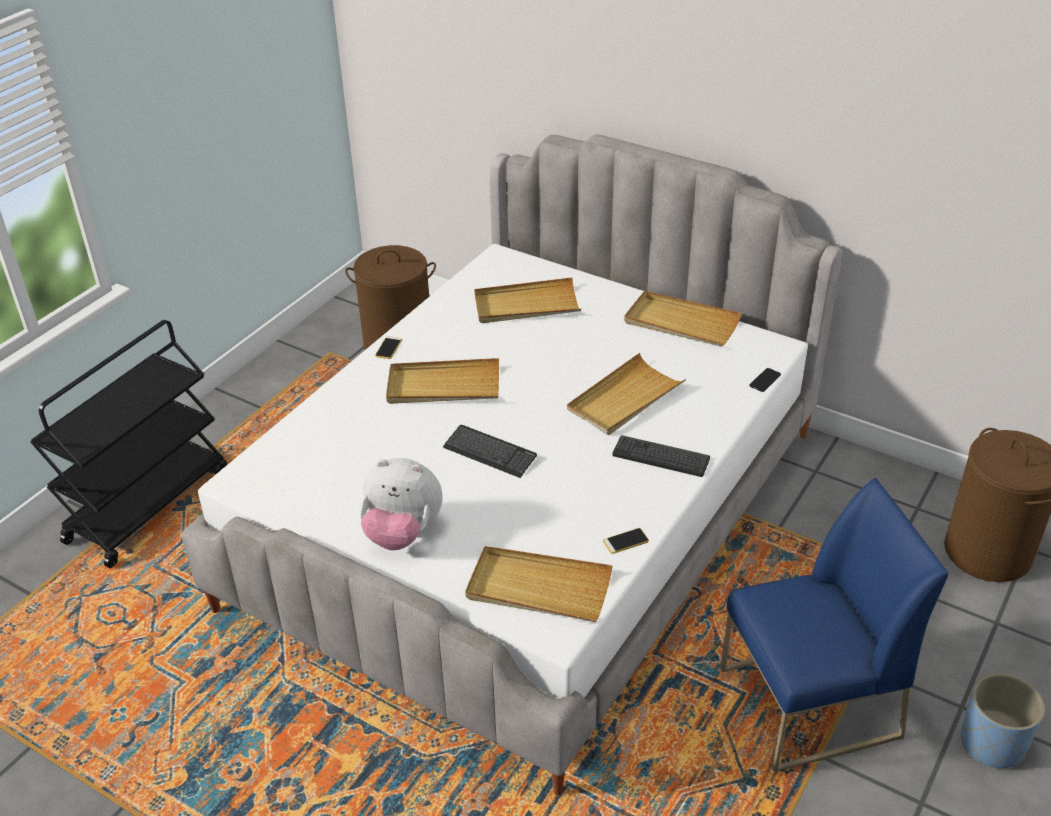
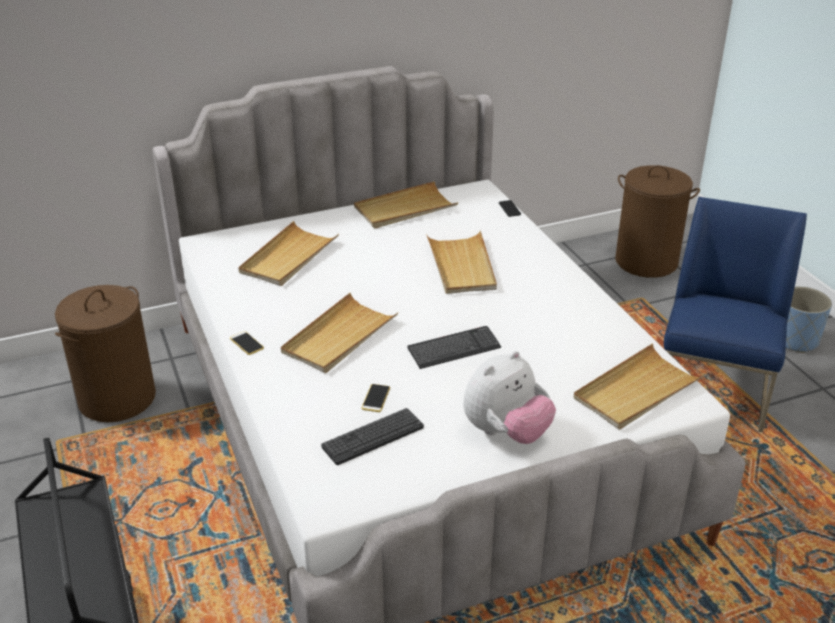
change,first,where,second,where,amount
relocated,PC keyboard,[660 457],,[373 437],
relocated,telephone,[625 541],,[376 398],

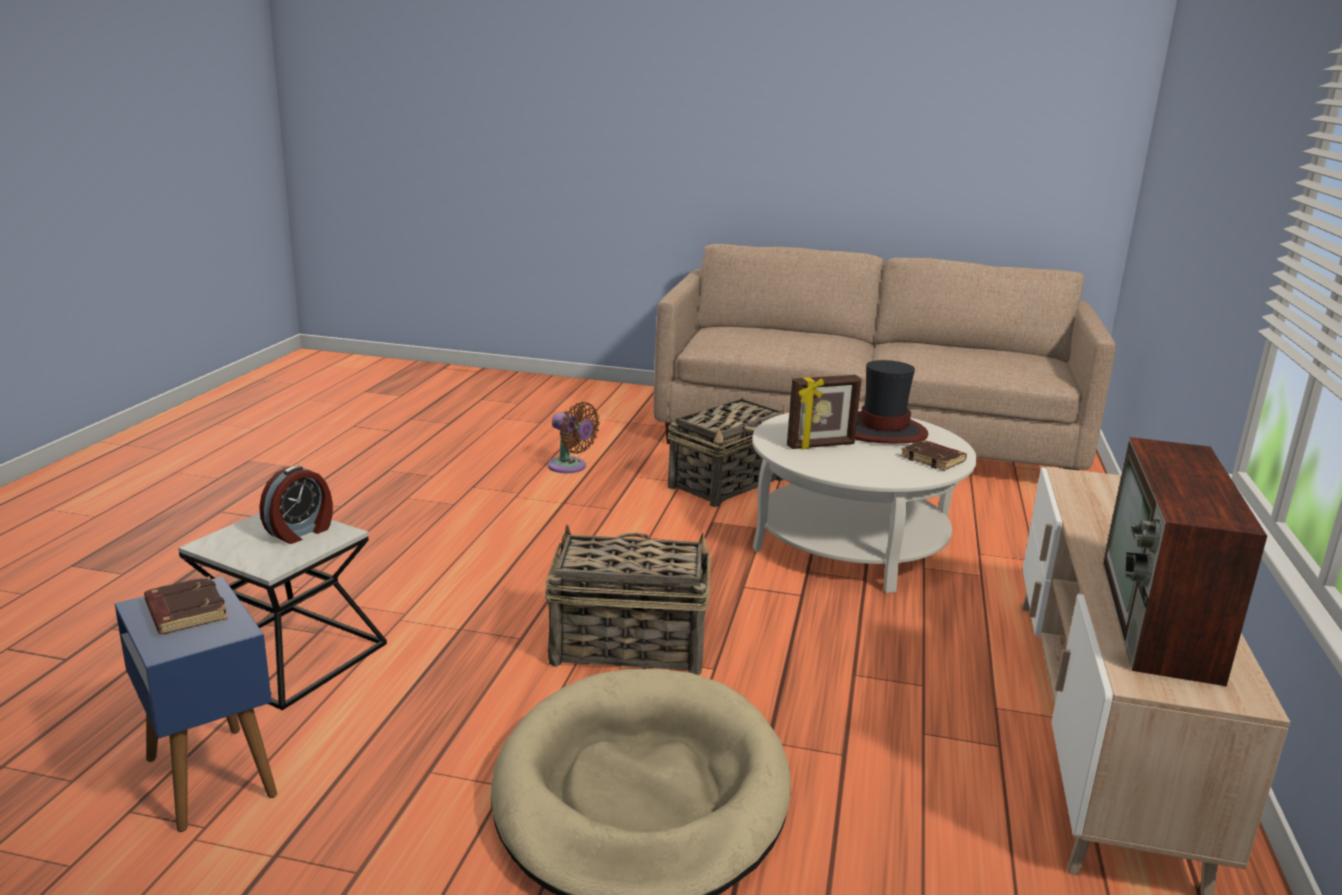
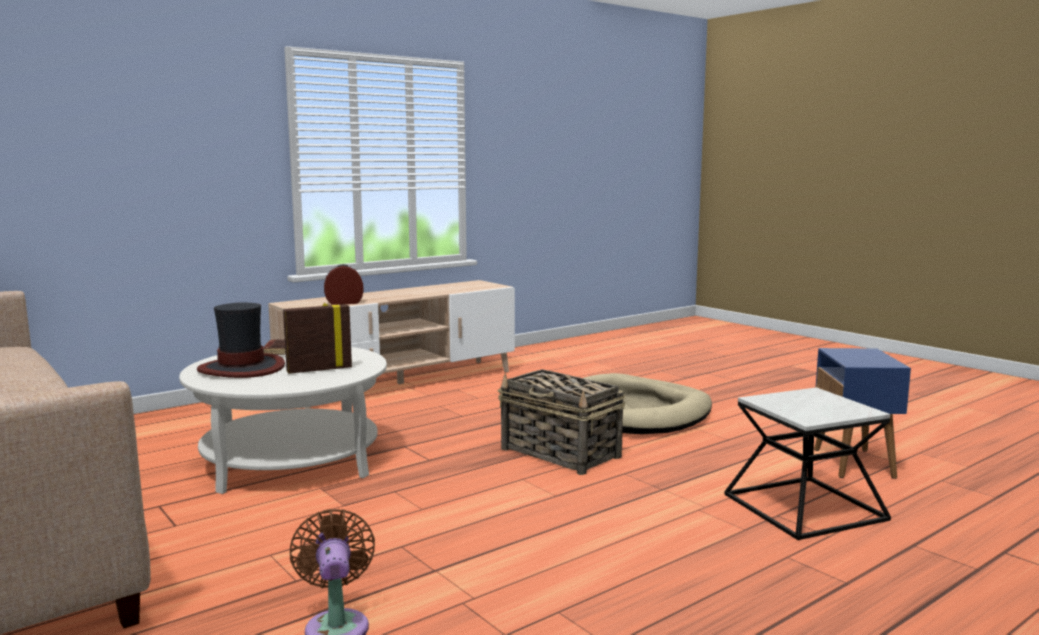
change,first,where,second,where,amount
spun,picture frame,[821 446],,[319 370],45 degrees counterclockwise
missing,household basket,[727 483],,,
missing,television,[1160 620],,,
relocated,bedside clock,[300 532],,[344 302],
missing,brown-coloured book,[185 612],,,

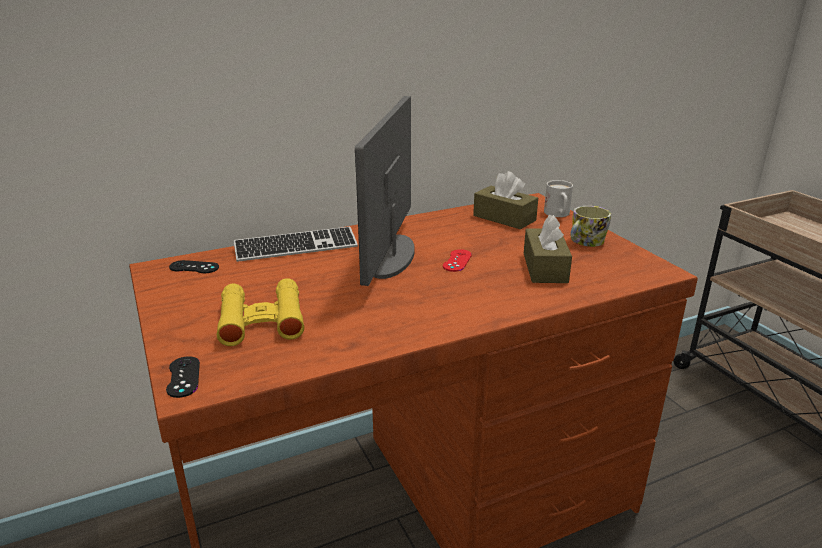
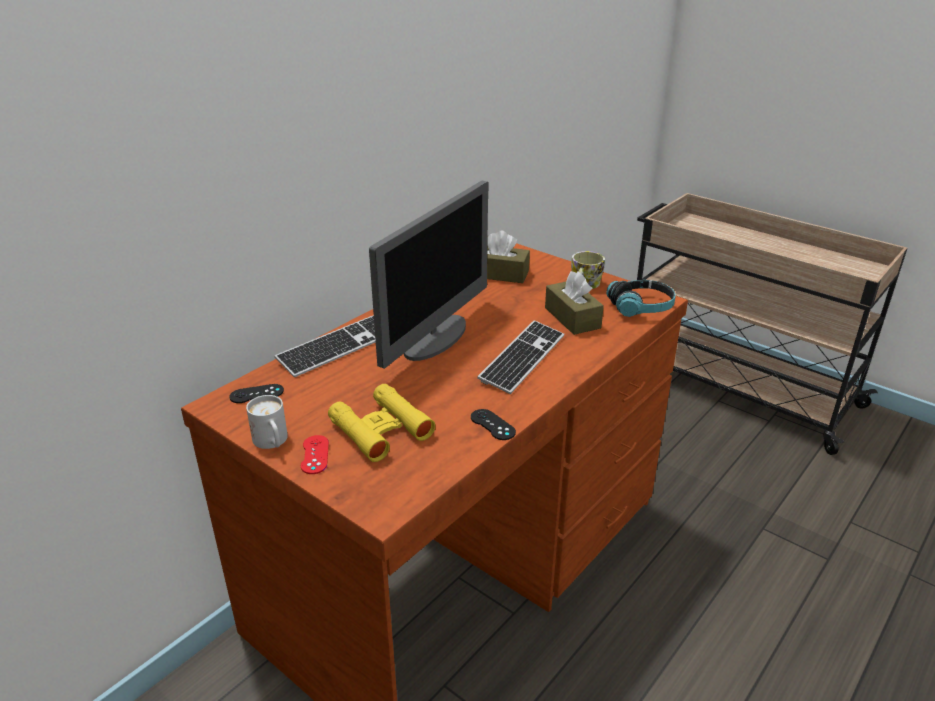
change,first,where,second,where,amount
spun,computer display,[390 257],,[436 338],135 degrees counterclockwise
relocated,white tea mug,[558 215],,[272 442],
relocated,red-coloured game controller,[457 261],,[315 455],
relocated,black game controller,[183 377],,[492 425],
appeared,,,headset,[641 307],
appeared,,,PC keyboard,[522 358],

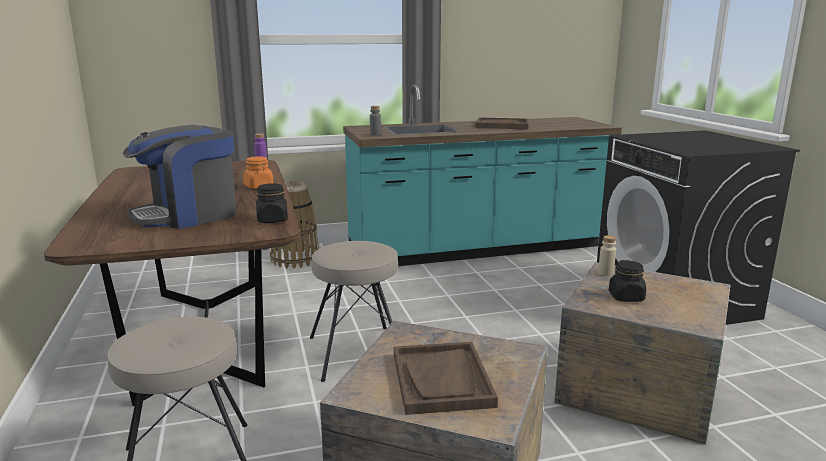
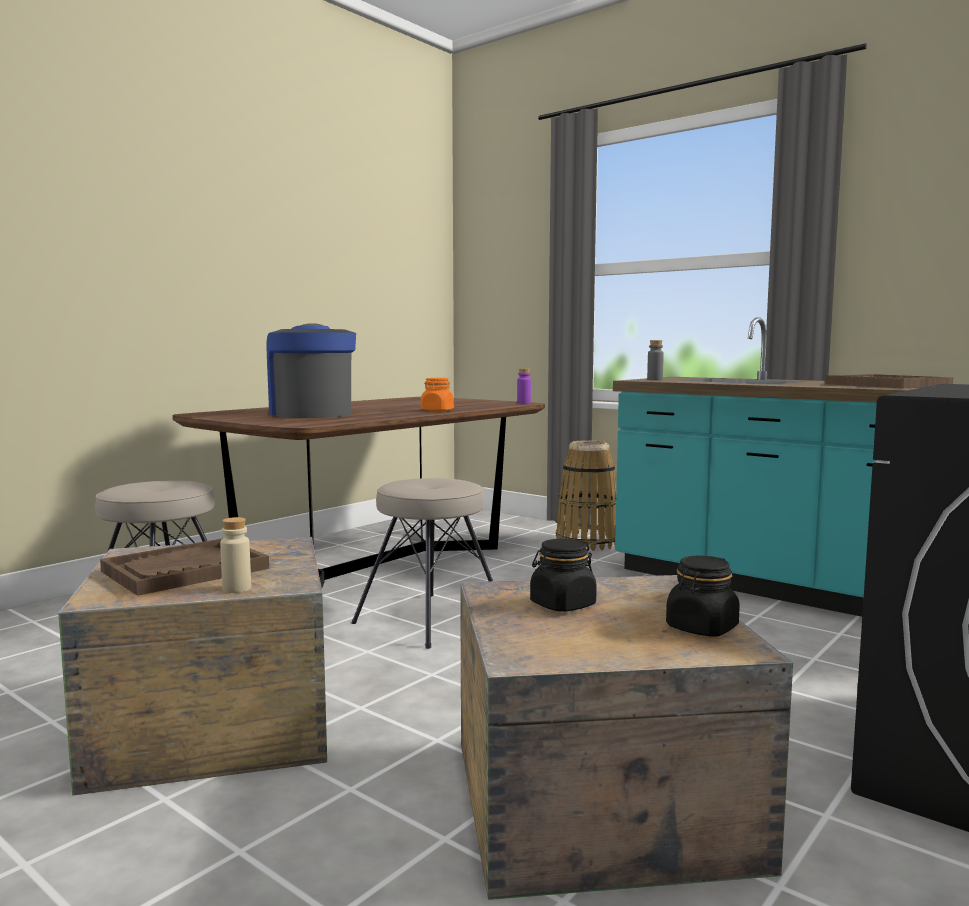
change,first,where,second,where,amount
spun,coffee maker,[188 216],,[311 414],45 degrees clockwise
relocated,black storage jar,[272 220],,[701 628],
relocated,beige-coloured beverage bottle,[605 273],,[236 589],

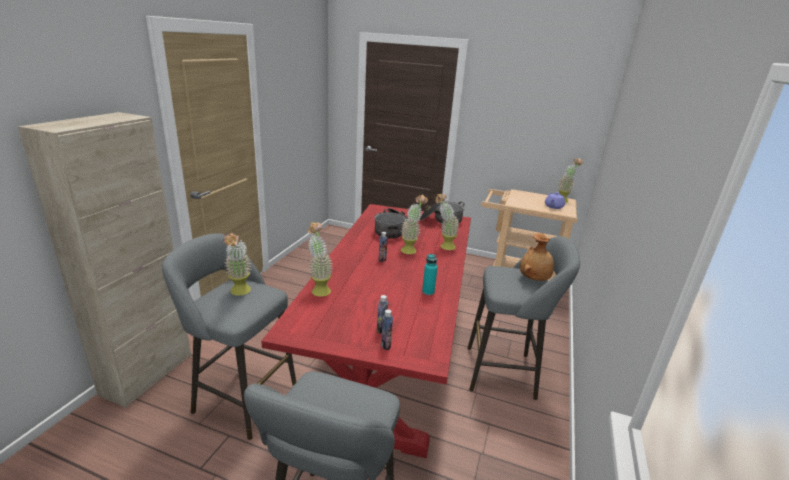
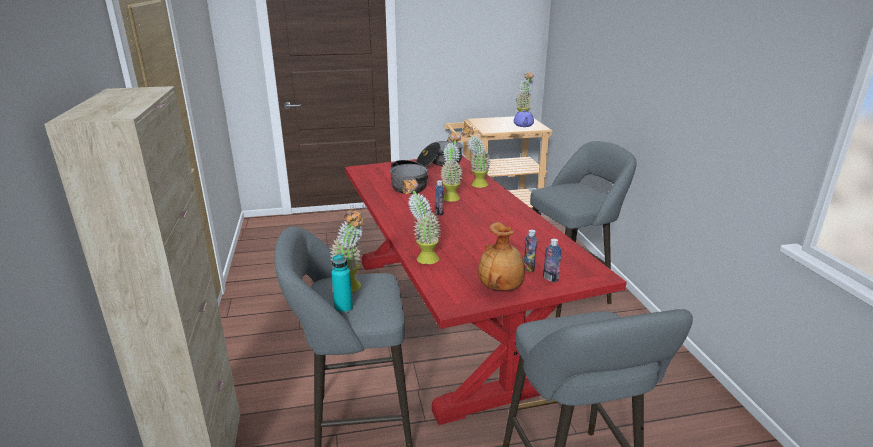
change,first,where,second,where,amount
relocated,brown-coloured flower vase,[534 279],,[501 288],
relocated,blue-green beverage bottle,[428 292],,[343 308],

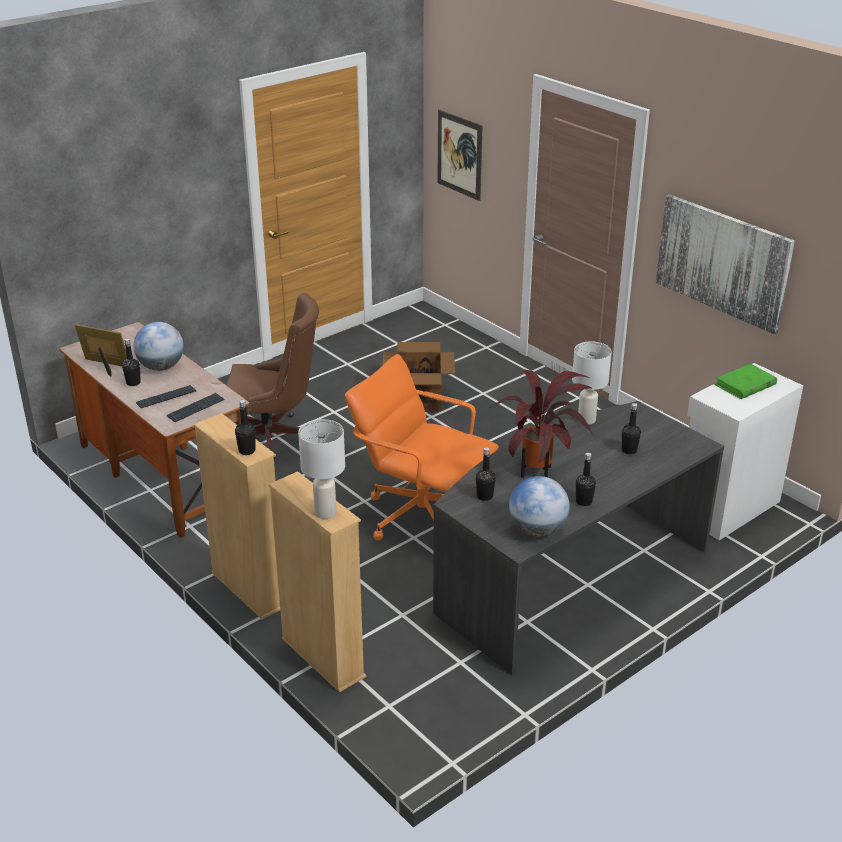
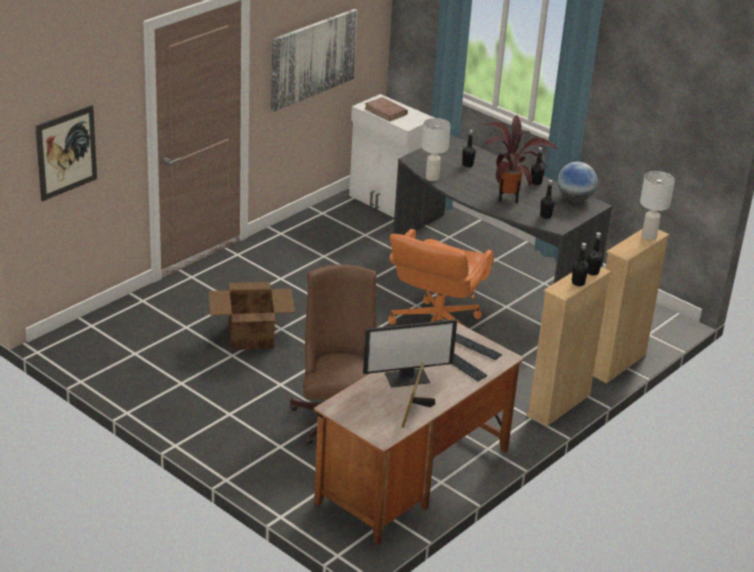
change,first,where,second,where,amount
exchanged,desk globe,[161 367],computer display,[407 377],
relocated,black beverage bottle,[133 383],,[578 283],
colour,green book,[745 385],brown-coloured book,[386 111],

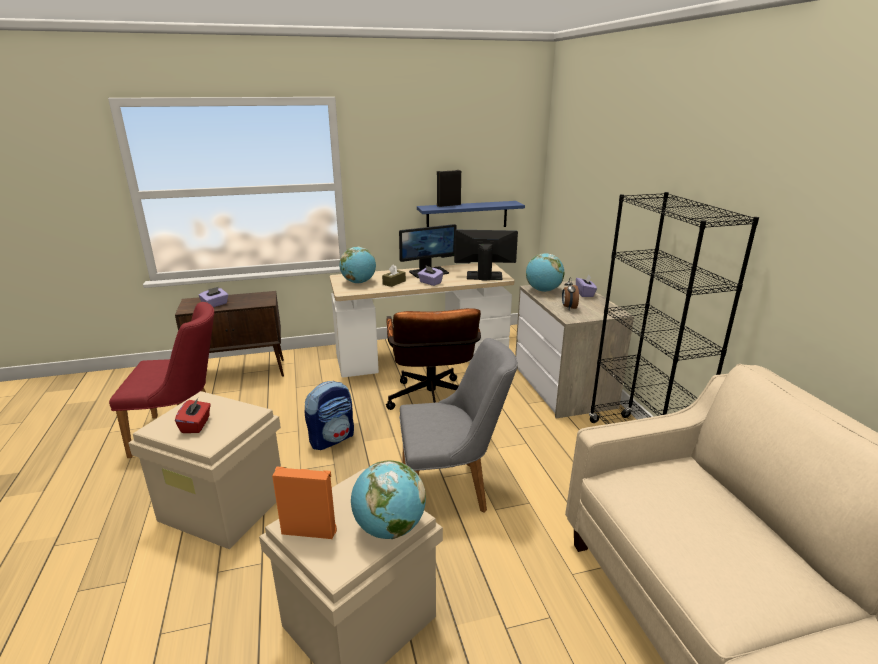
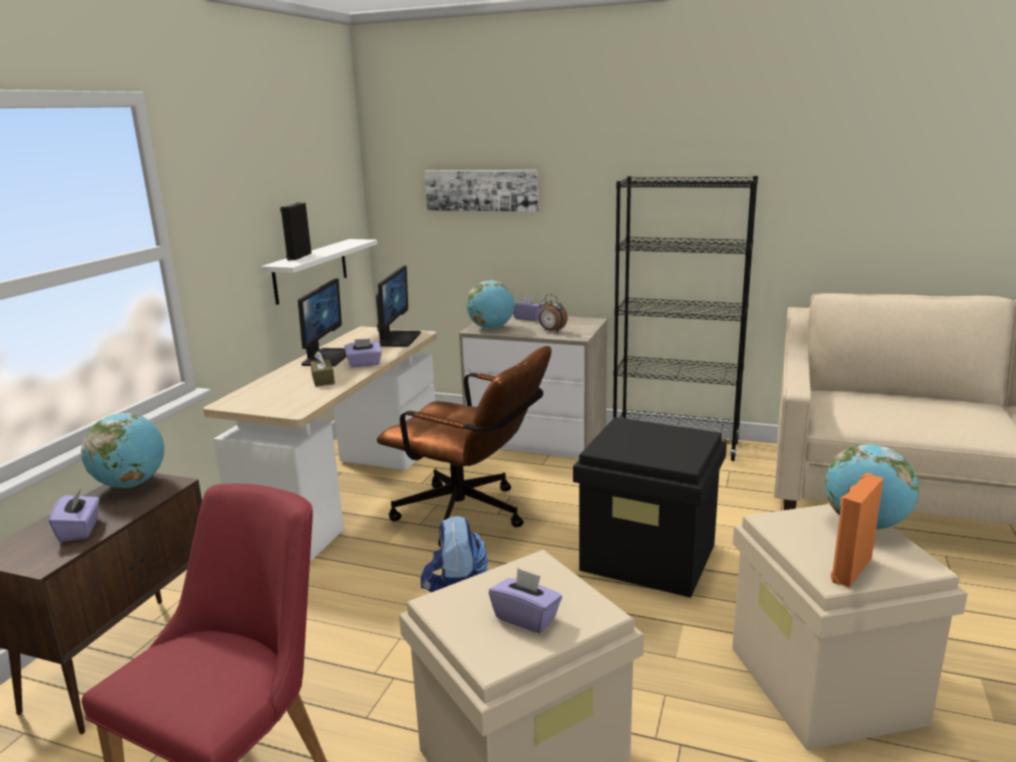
change,first,where,second,where,amount
colour,bluish shelf,[467 216],white shelf,[311 270],
spun,computer display,[484 276],,[398 339],150 degrees clockwise
relocated,desk globe,[359 282],,[131 484],
exchanged,gray upright chair,[452 489],black storage bin,[650 557],
colour,red-coloured tissue box,[196 425],purple tissue box,[526 617],
appeared,,,picture,[481 190],

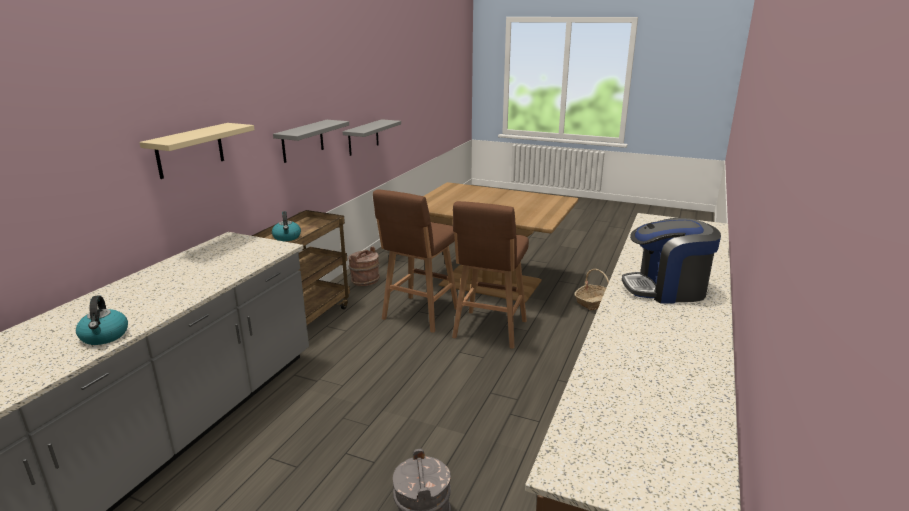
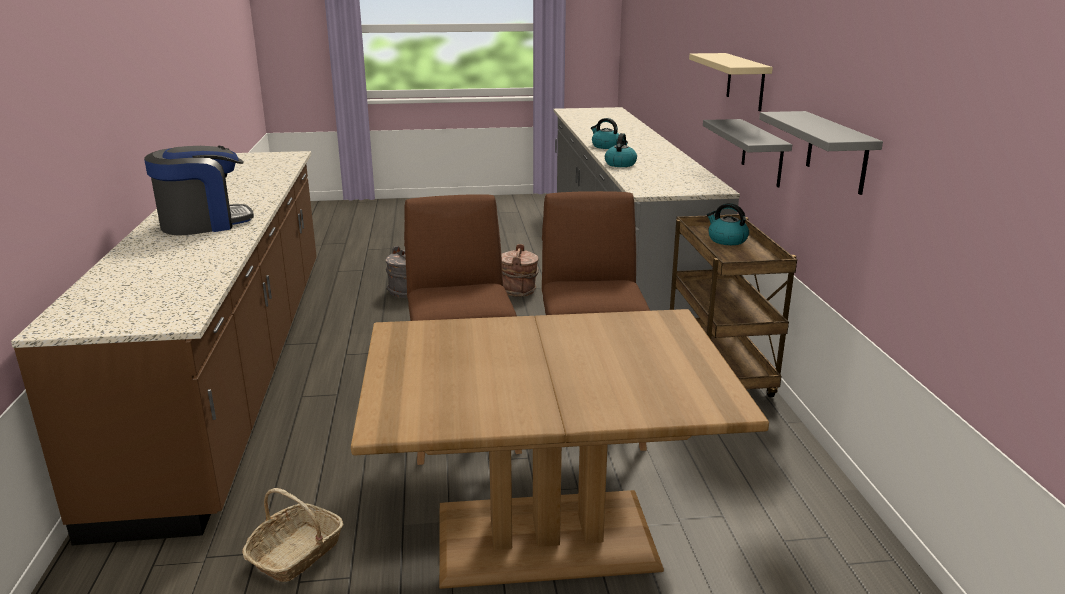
change,first,where,second,where,amount
relocated,gray shelf,[363 137],,[762 153],
relocated,brown-coloured water bucket,[365 280],,[518 290],
appeared,,,tea kettle,[620 164],

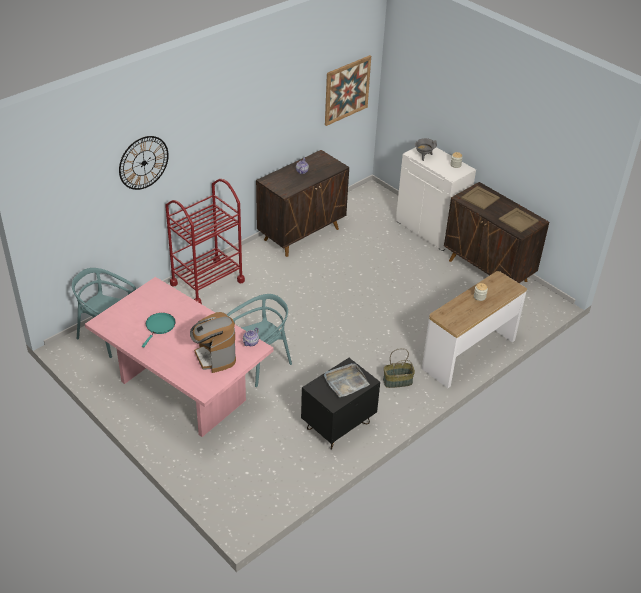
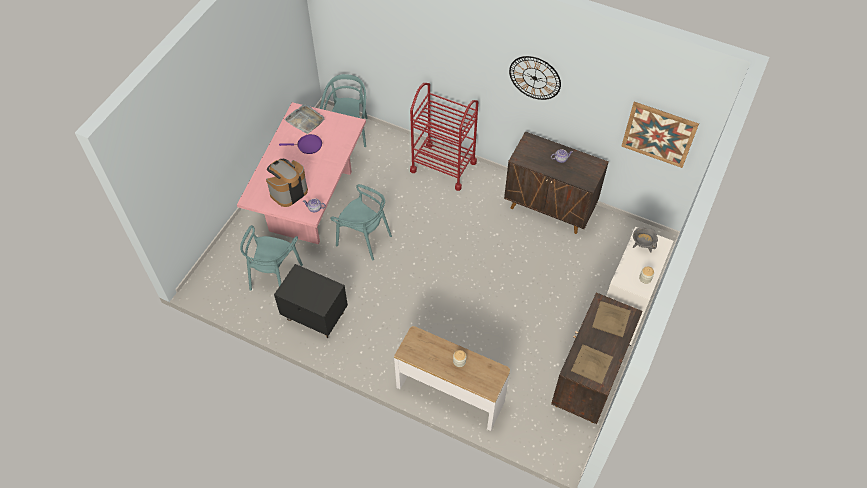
change,first,where,second,where,amount
relocated,wall clock,[143 163],,[534 78],
colour,blue-green pan,[159 326],purple pan,[308 145],
missing,household basket,[397 382],,,
relocated,gray carrying tray,[346 381],,[305 120],
appeared,,,blue-green upright chair,[274 276],

